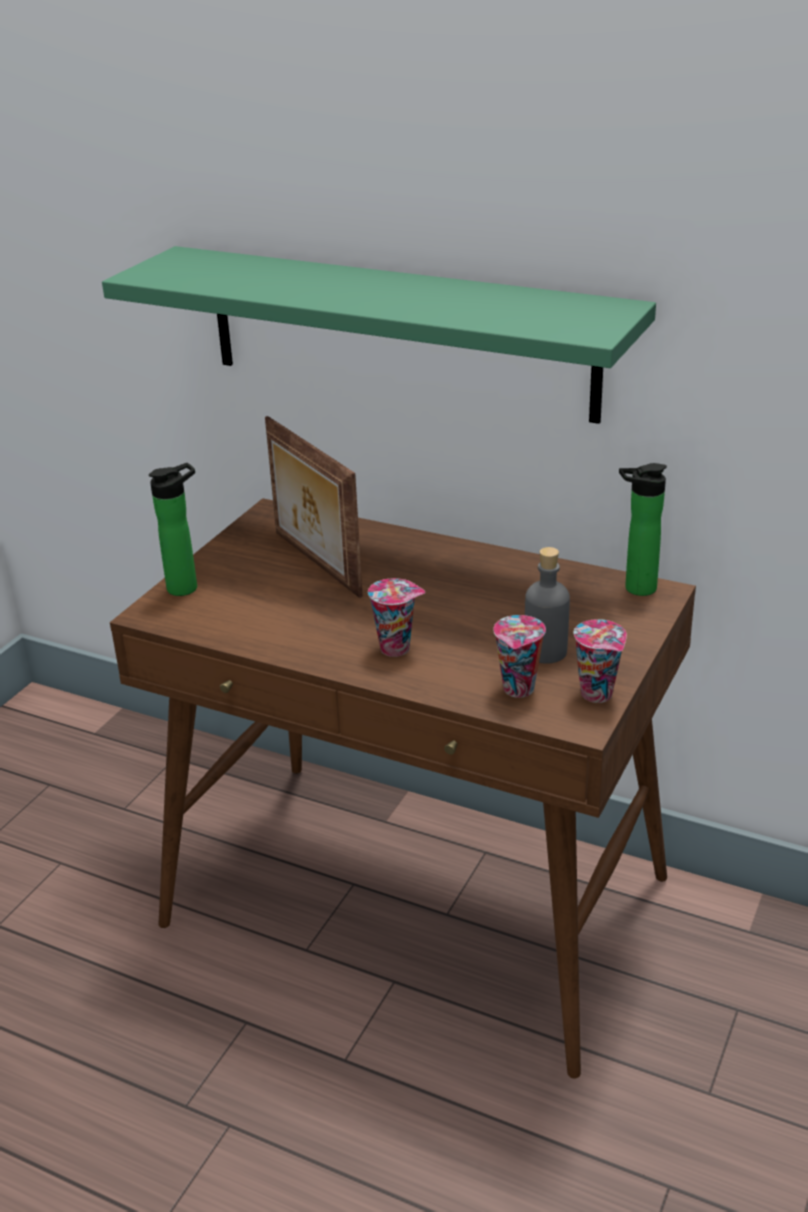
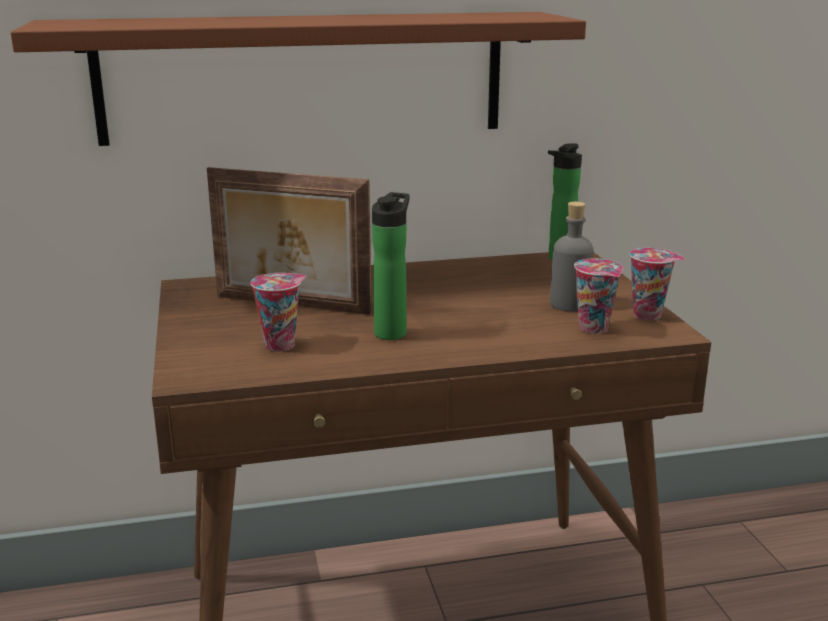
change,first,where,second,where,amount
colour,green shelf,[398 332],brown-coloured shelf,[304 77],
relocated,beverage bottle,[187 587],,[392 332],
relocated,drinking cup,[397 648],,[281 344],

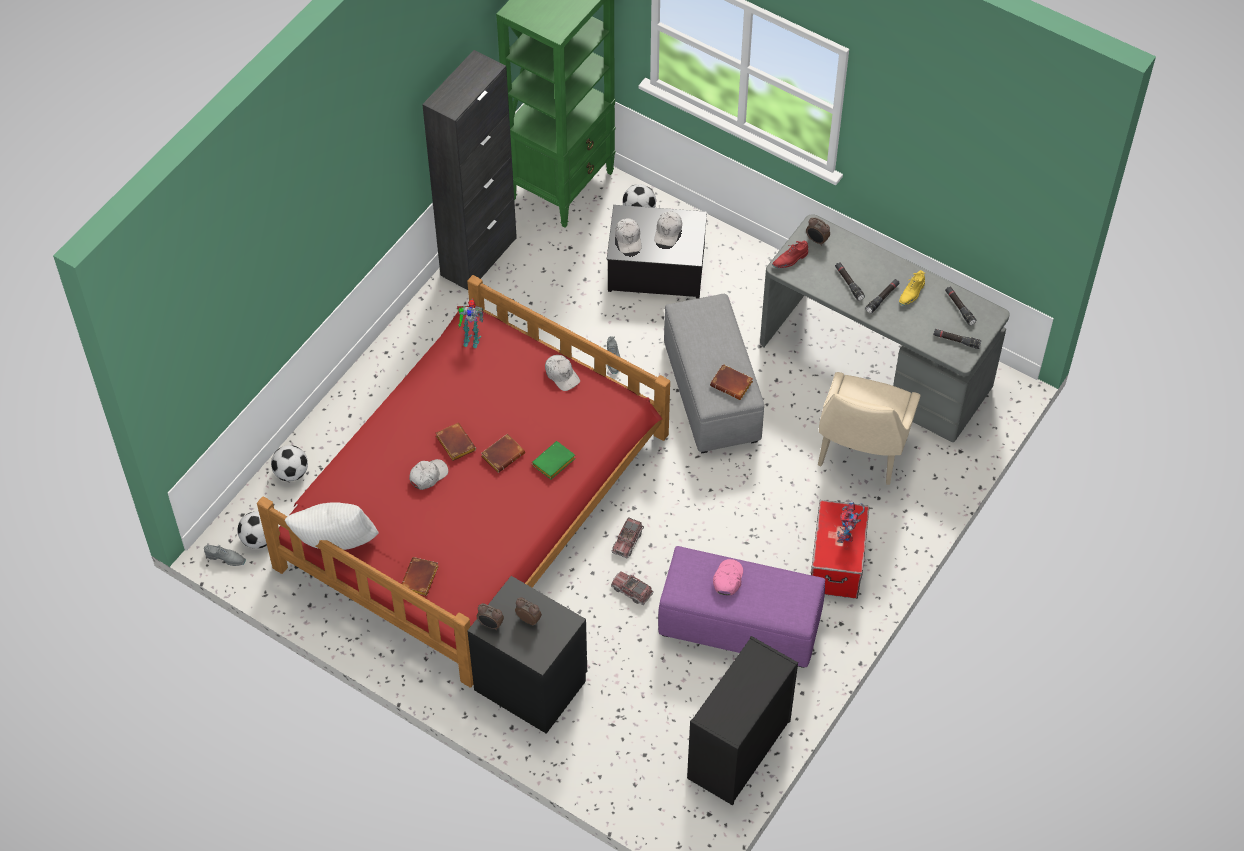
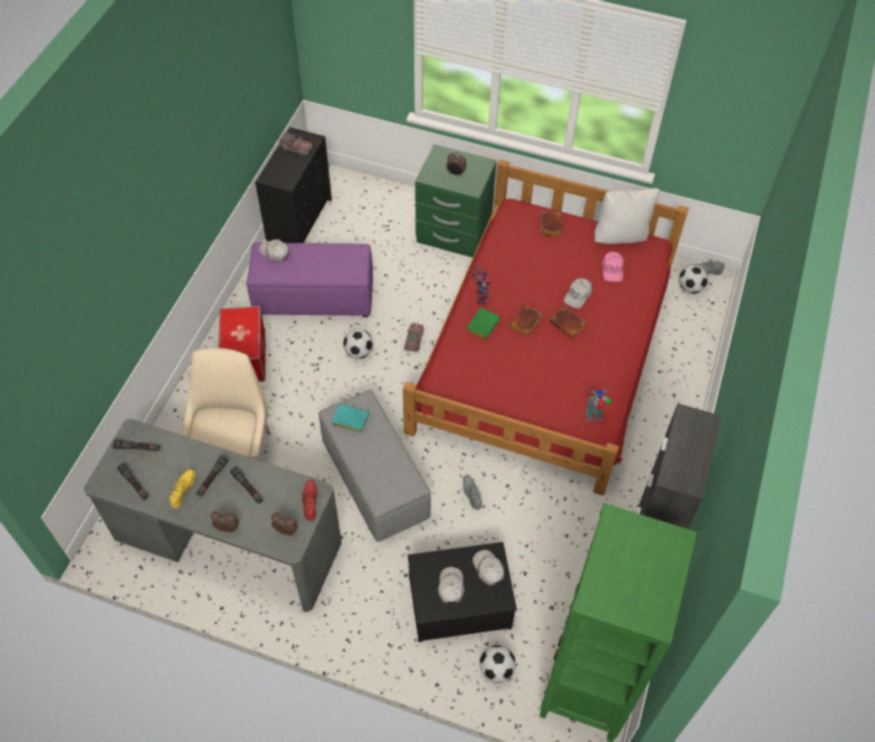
change,first,where,second,where,amount
spun,red-coloured shoe,[790 260],,[310 501],45 degrees counterclockwise
relocated,white baseball cap,[562 375],,[275 252],
colour,brown-coloured book,[732 384],blue-green book,[349 421],
relocated,football,[291 473],,[359 352],
relocated,robot figure,[848 534],,[480 295],
relocated,pink baseball cap,[727 579],,[612 270],
relocated,toy truck,[632 591],,[295 148],
colour,black bedside table,[531 684],green bedside table,[453 234],
relocated,bedside clock,[490 625],,[227 527],

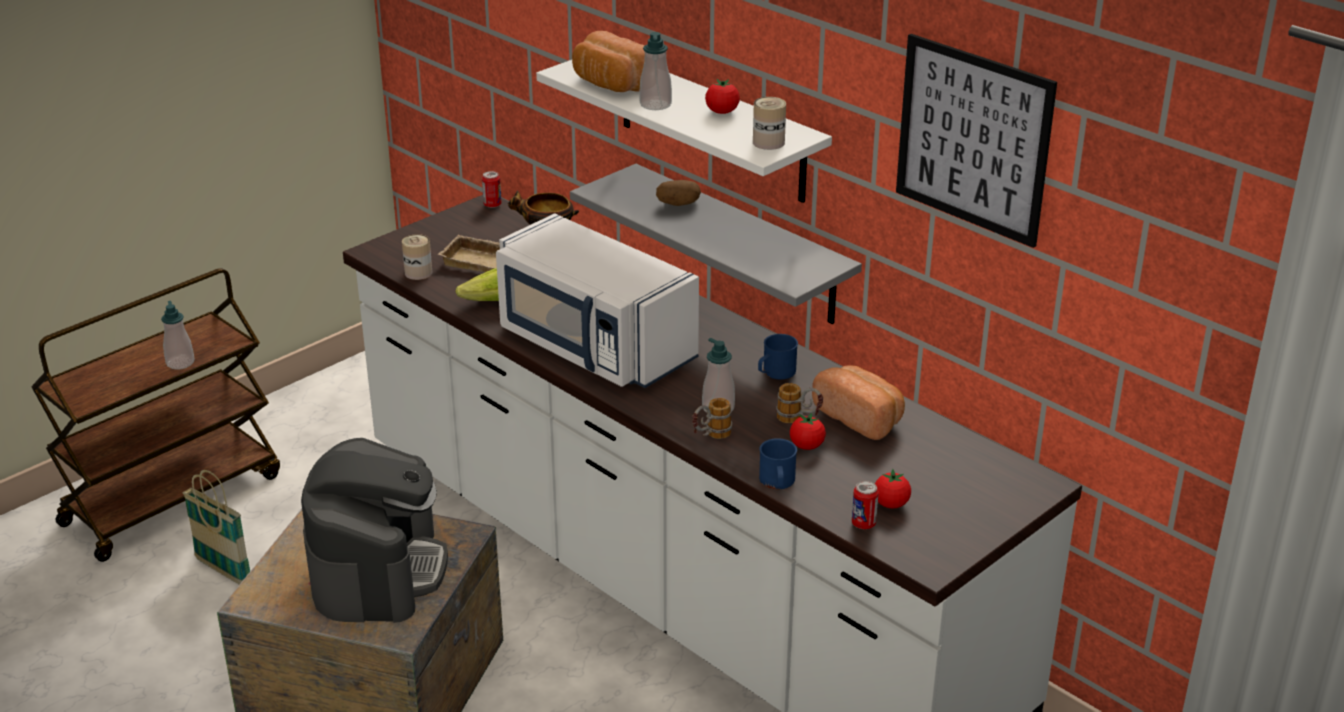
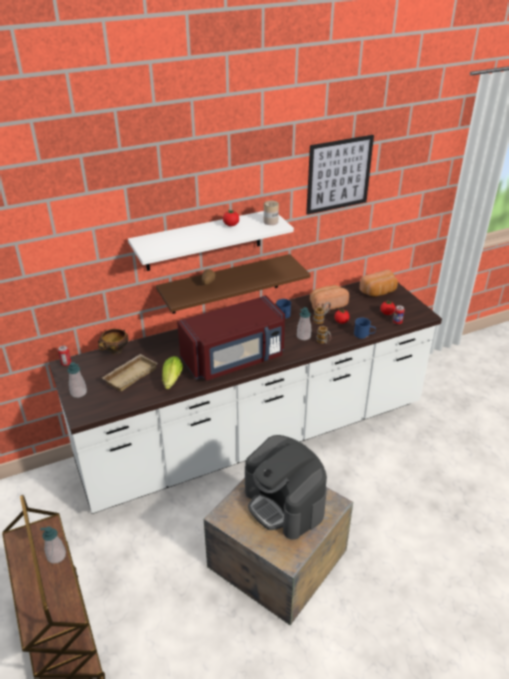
change,first,where,second,where,amount
relocated,baked bread,[611 84],,[379 292],
relocated,liquid soap bottle,[655 105],,[78 393],
colour,gray shelf,[742 245],brown-coloured shelf,[225 284],
colour,white microwave,[593 347],red-coloured microwave,[234 359],
missing,metal can,[418 273],,,
spun,coffee maker,[378 570],,[284 503],150 degrees counterclockwise
missing,household basket,[223 571],,,

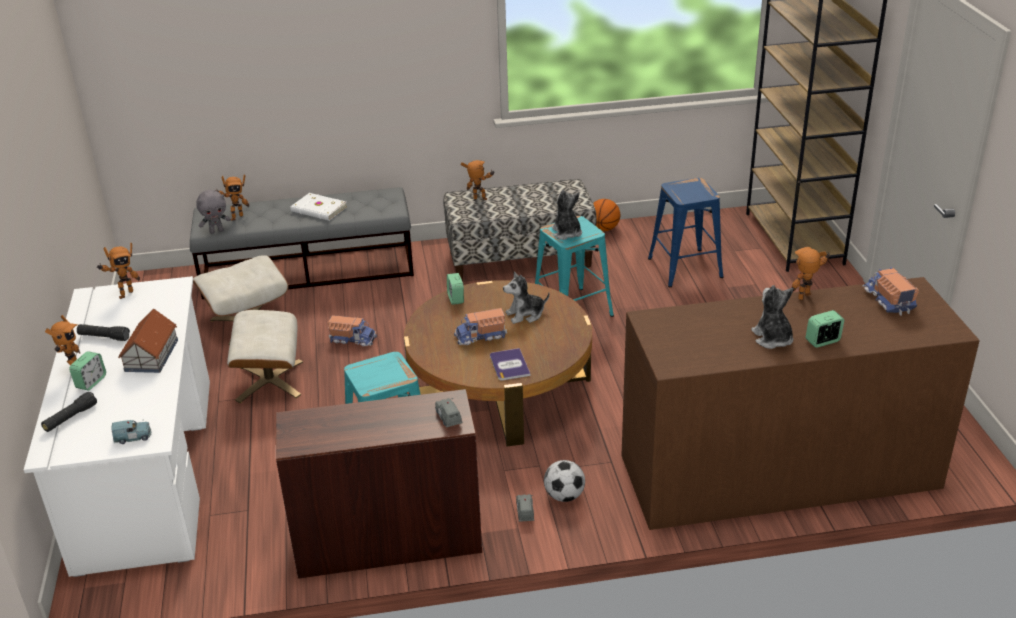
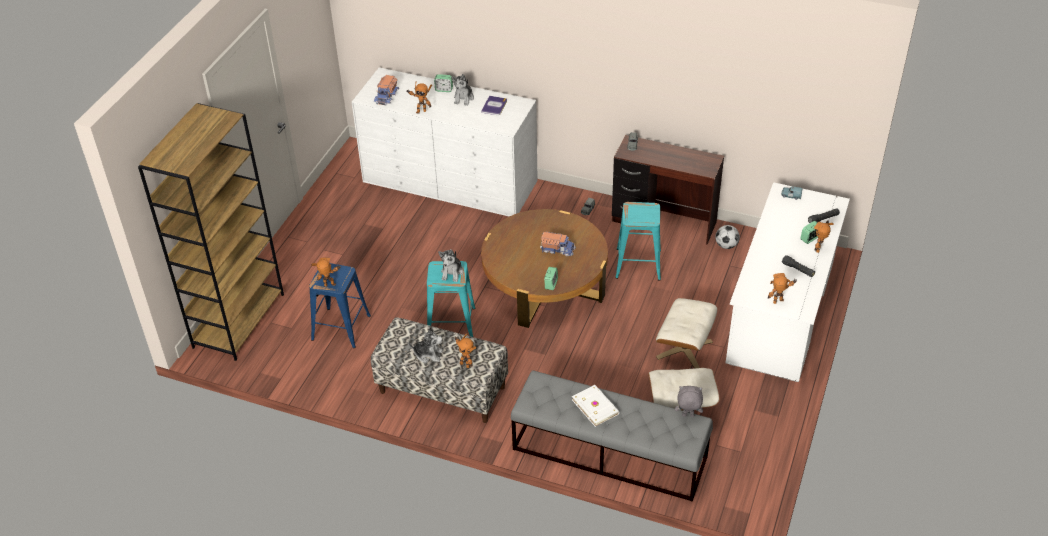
change,first,where,second,where,amount
relocated,robot figure,[235 217],,[330 286],
missing,ball for basketball,[603 229],,,
relocated,plush toy,[525 314],,[428 354],
colour,brown-coloured drawer chest,[778 471],white drawer chest,[450 181],
missing,miniature house,[152 355],,,
missing,toy truck,[352 339],,,
relocated,book,[509 365],,[494 106],
relocated,football,[564 496],,[726 245],

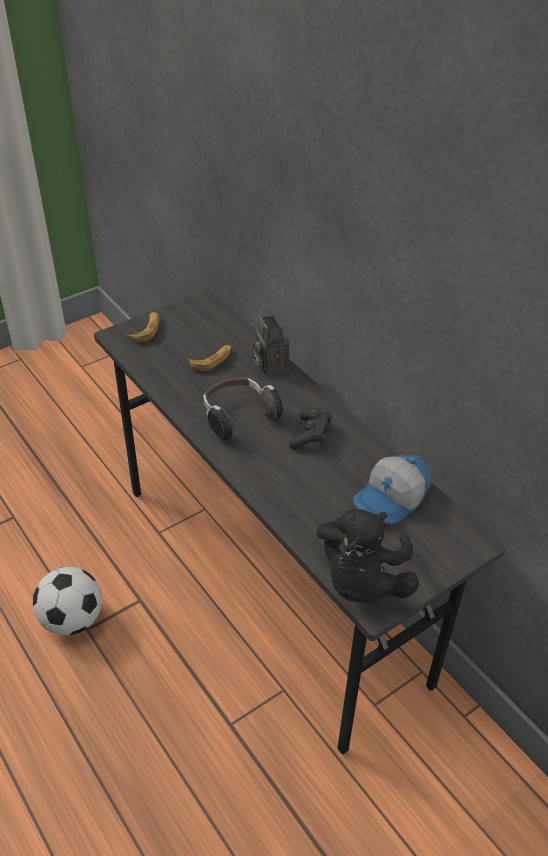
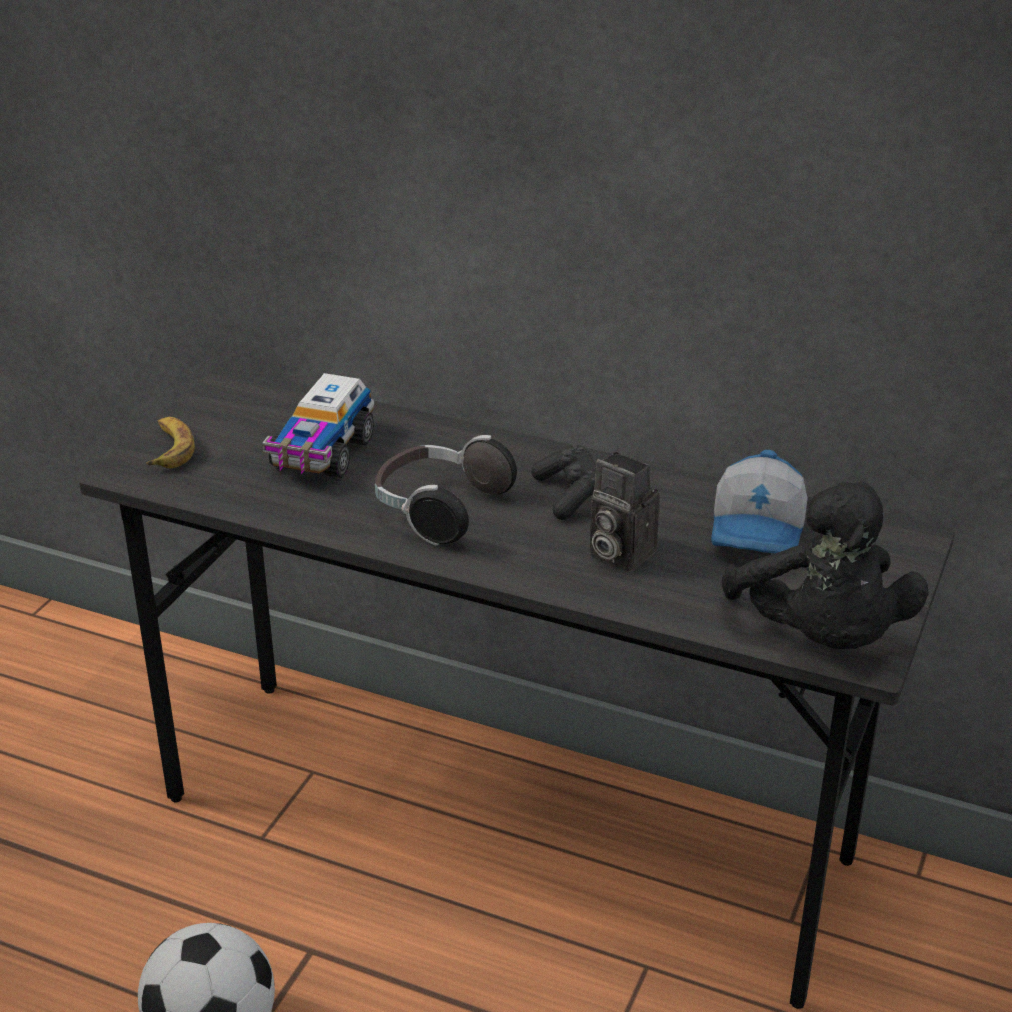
change,first,where,second,where,amount
relocated,photo camera,[269 365],,[617 553],
exchanged,banana fruit,[212 360],toy truck,[322 454],

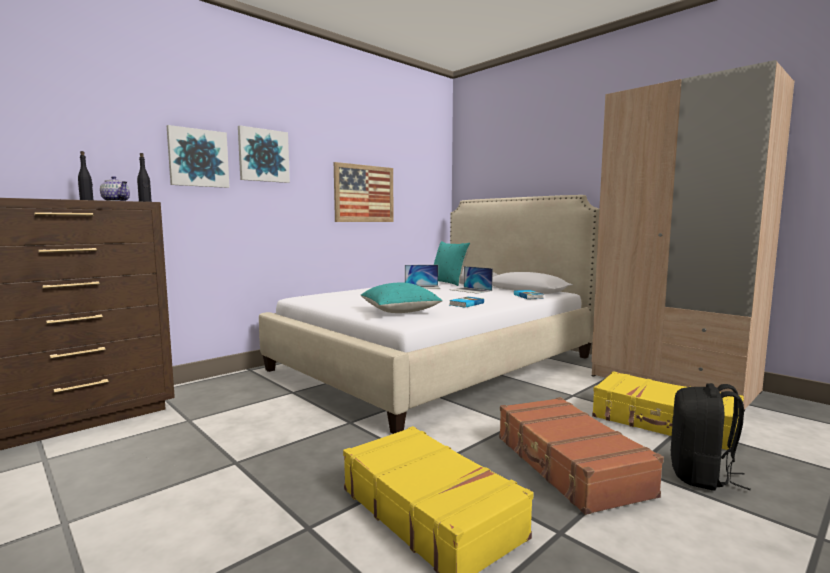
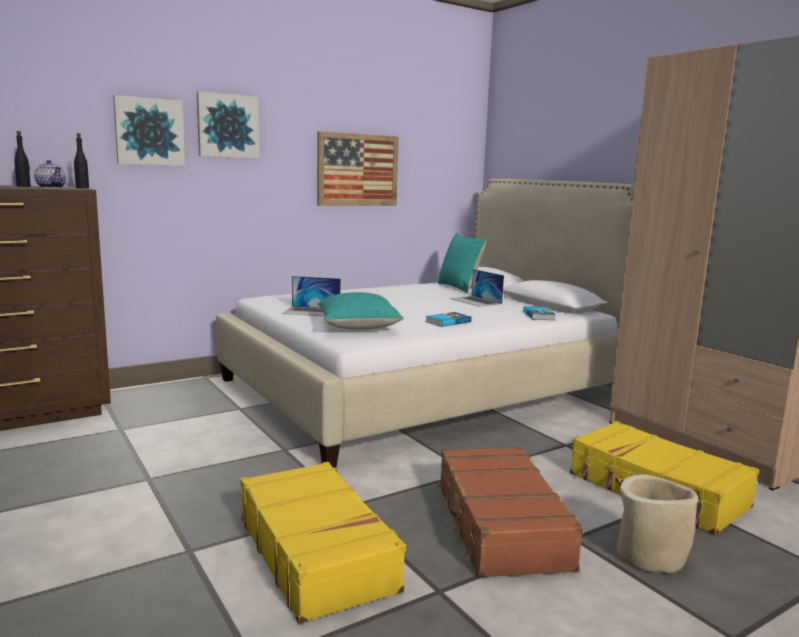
change,first,where,second,where,amount
relocated,laptop,[422 287],,[312 311],
exchanged,black knapsack,[701 476],beige-coloured flower pot,[649 556],

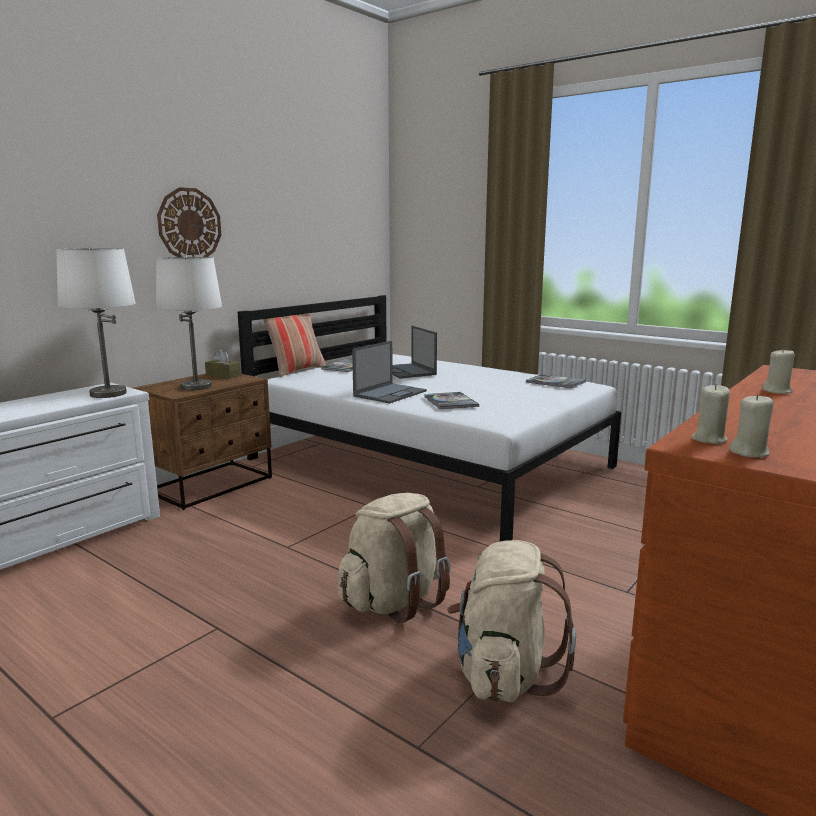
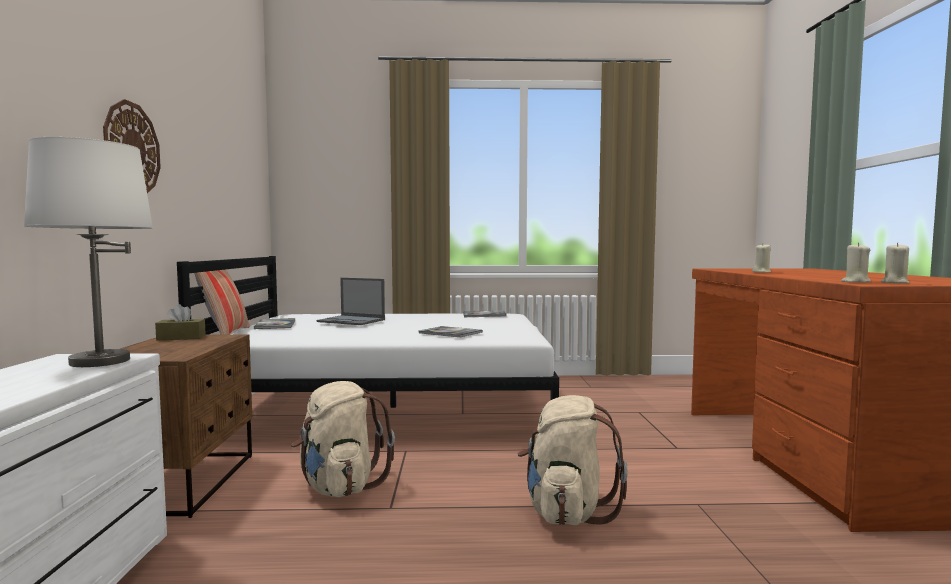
change,first,where,second,where,amount
missing,white table lamp,[196 386],,,
missing,laptop,[390 393],,,
relocated,beige-coloured knapsack,[504 674],,[339 486],

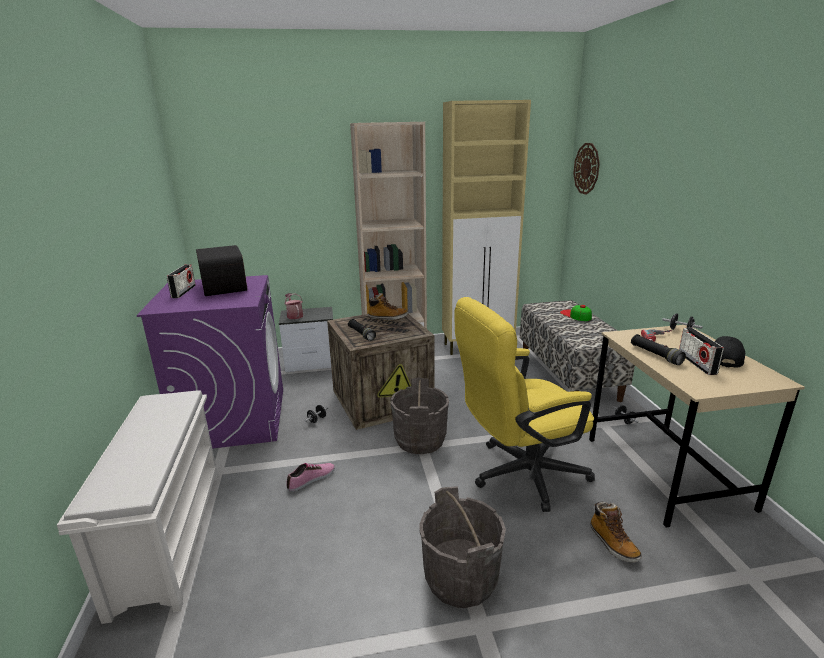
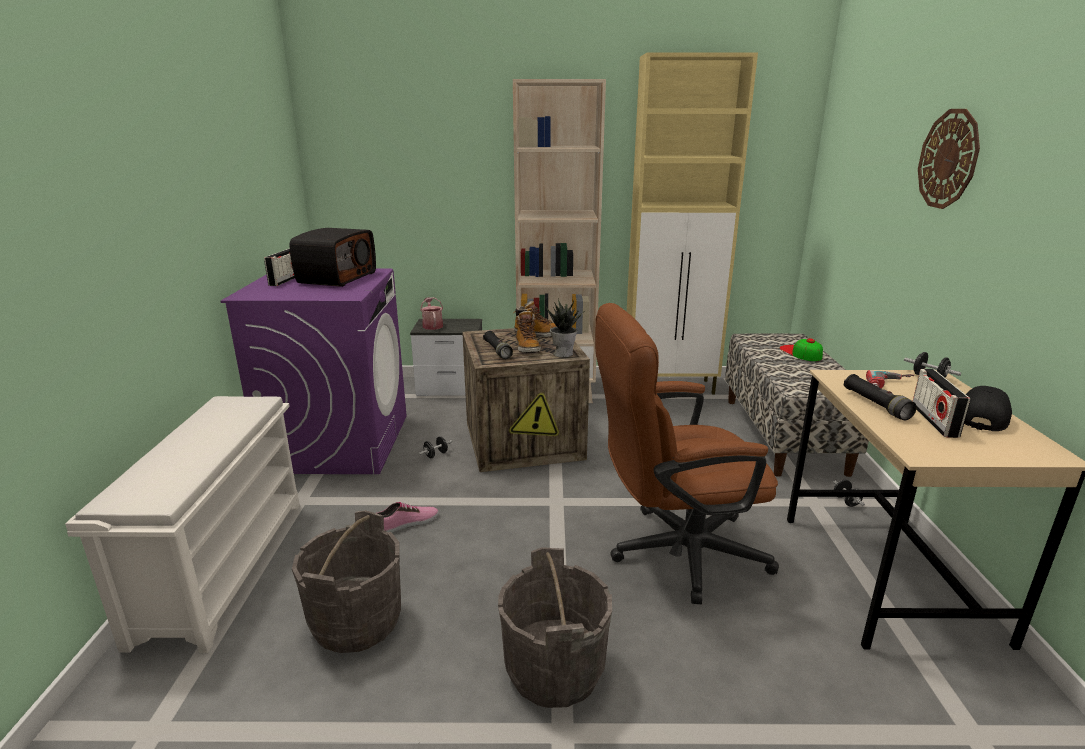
change,first,where,second,where,amount
relocated,wall clock,[586 168],,[948 159],
spun,radio set,[225 286],,[336 278],150 degrees counterclockwise
colour,yellowish desk chair,[519 474],brown-coloured desk chair,[674 552],
relocated,gray water bucket,[420 440],,[356 621],
relocated,high-top boot,[612 543],,[527 347],
appeared,,,houseplant,[563 353],

